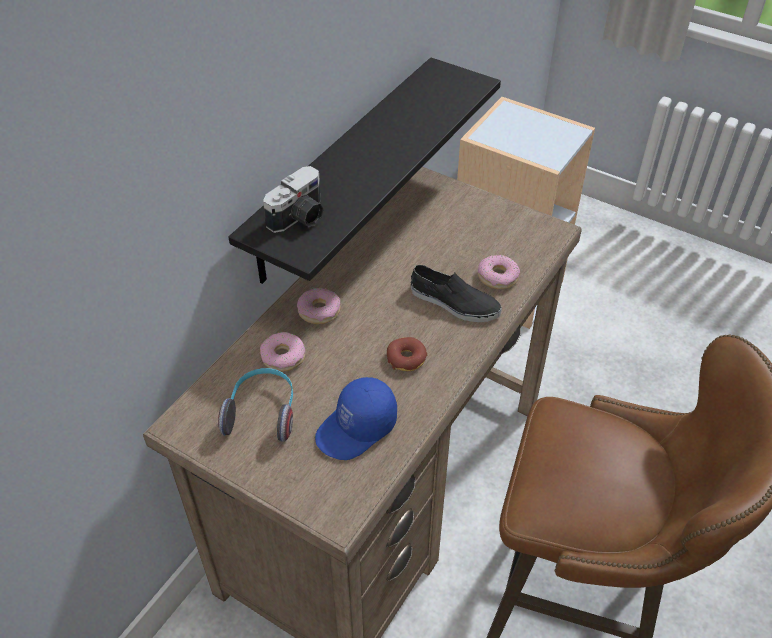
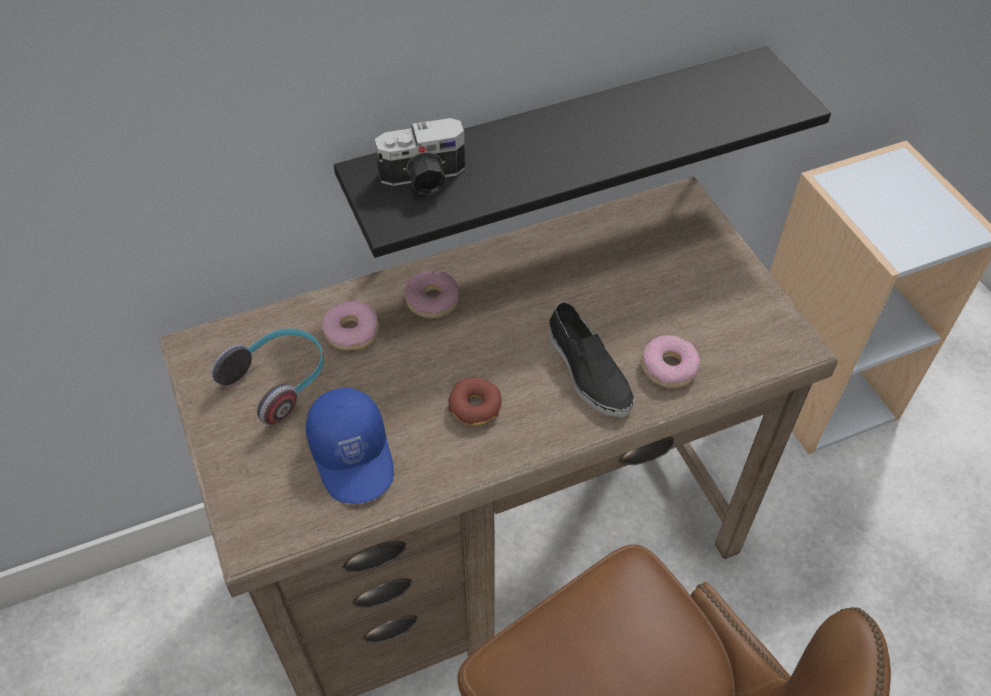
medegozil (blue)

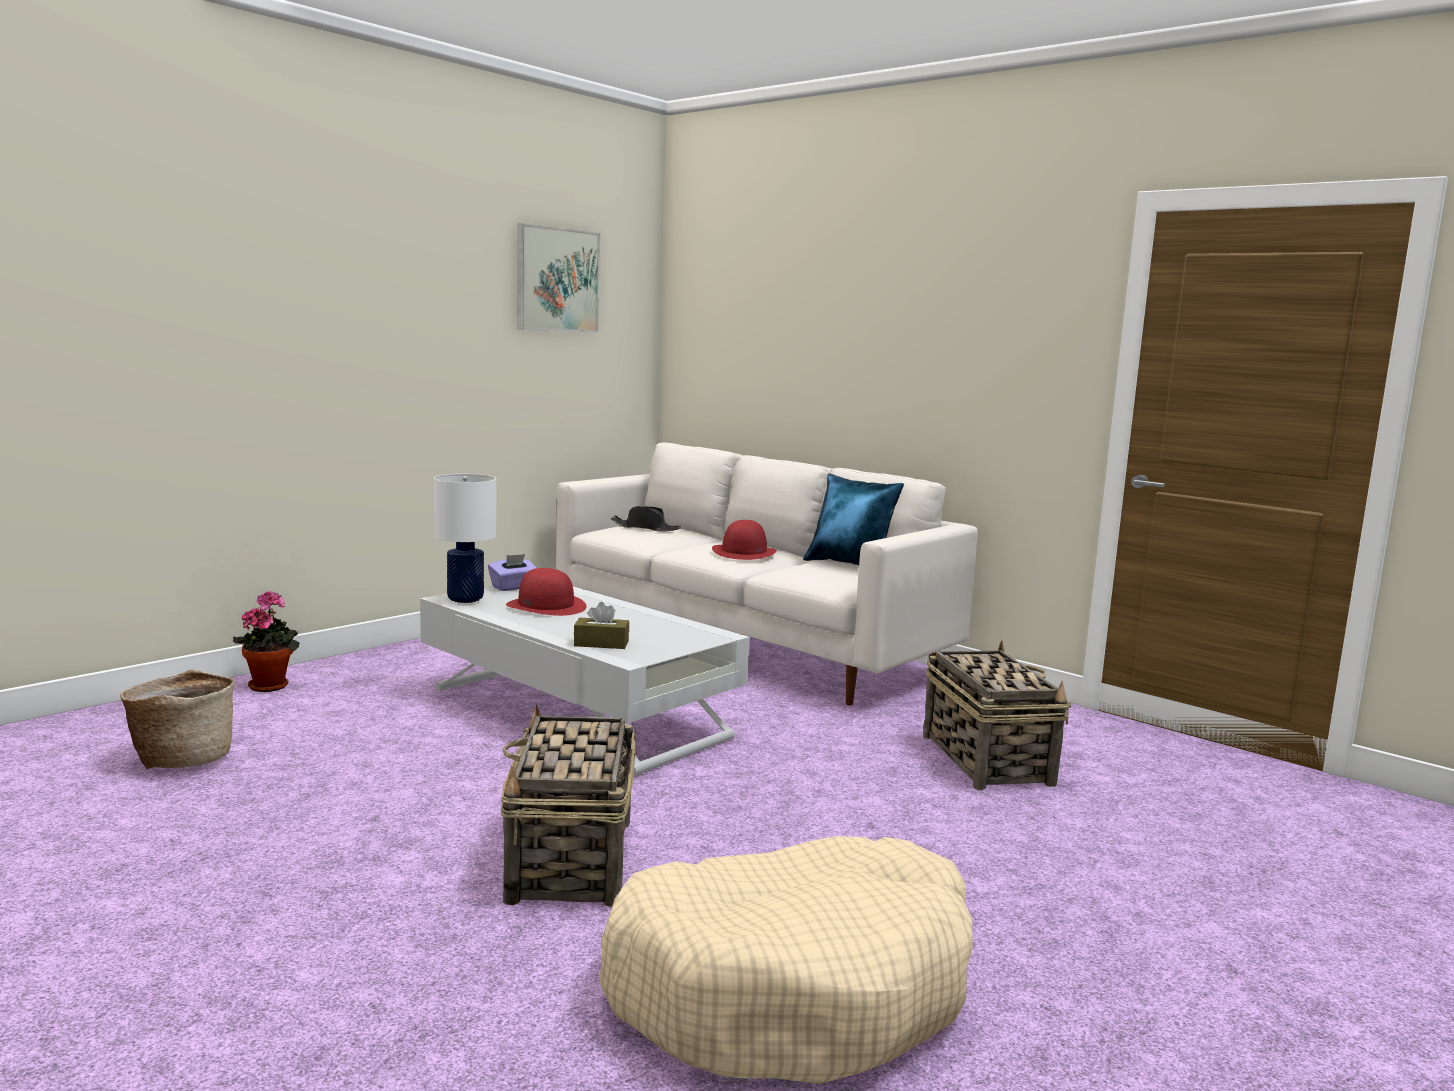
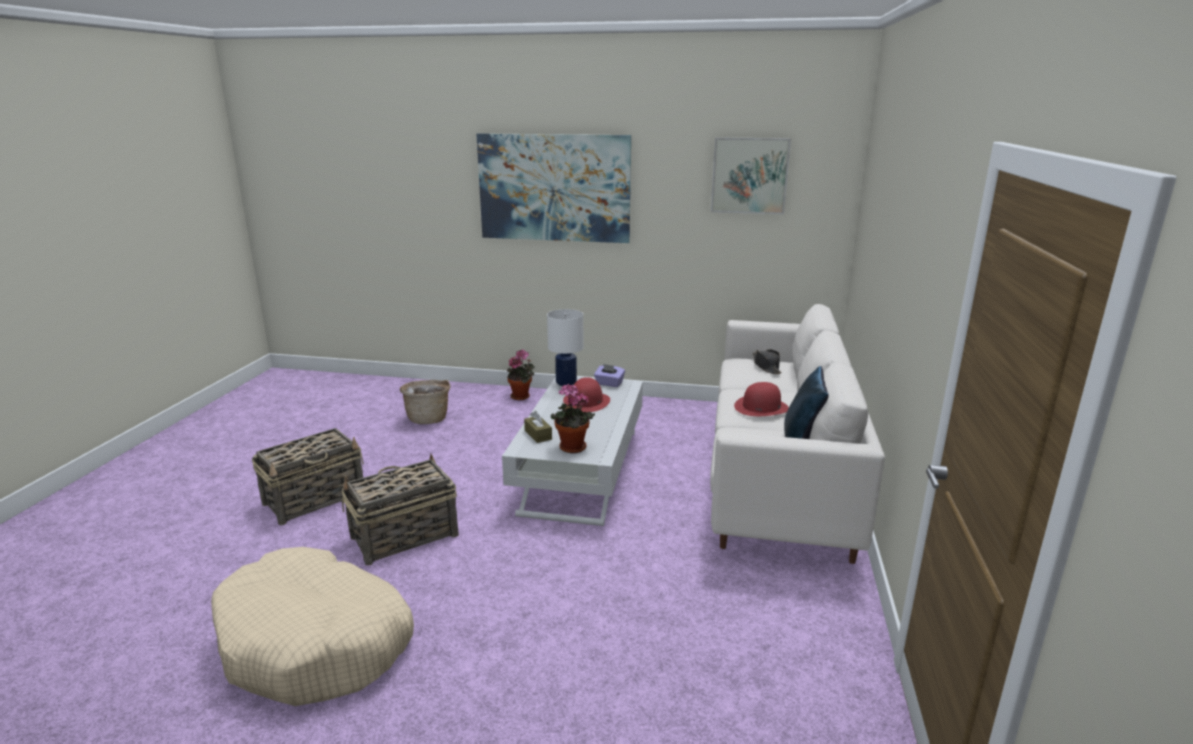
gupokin (1st from left)
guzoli (1st from left)
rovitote (2nd from left)

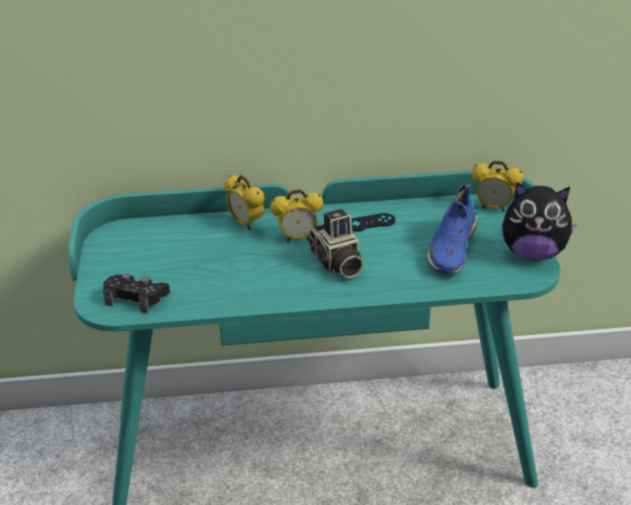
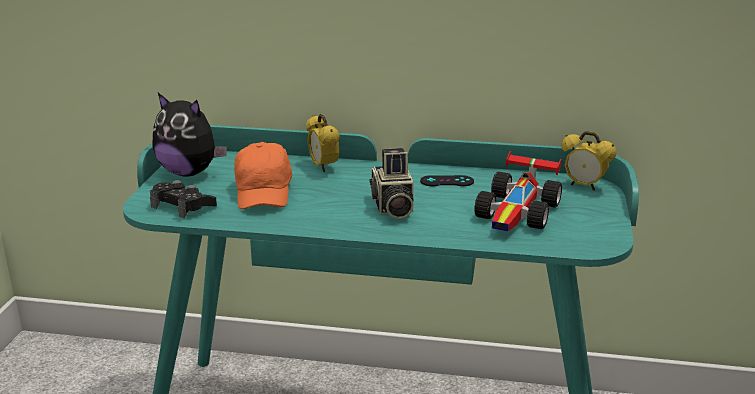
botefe
medegozil (orange)
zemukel
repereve (2nd from left in the first image)

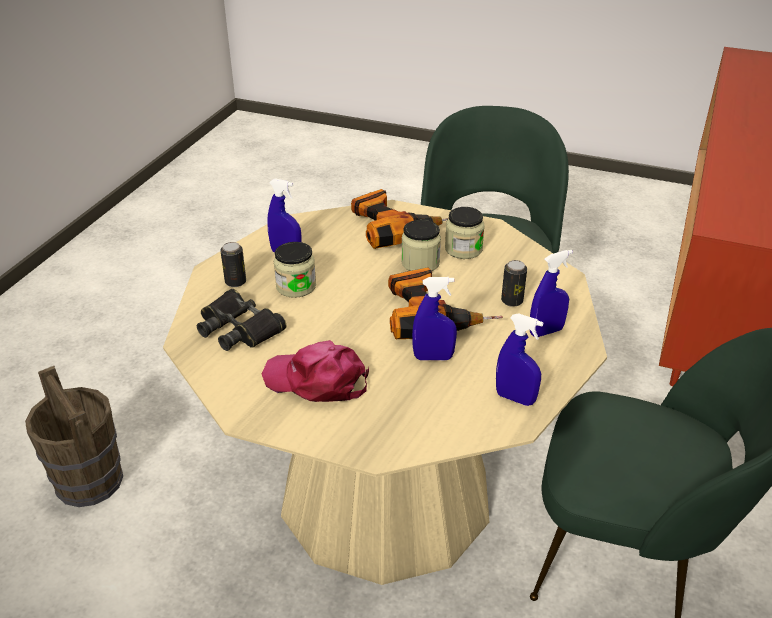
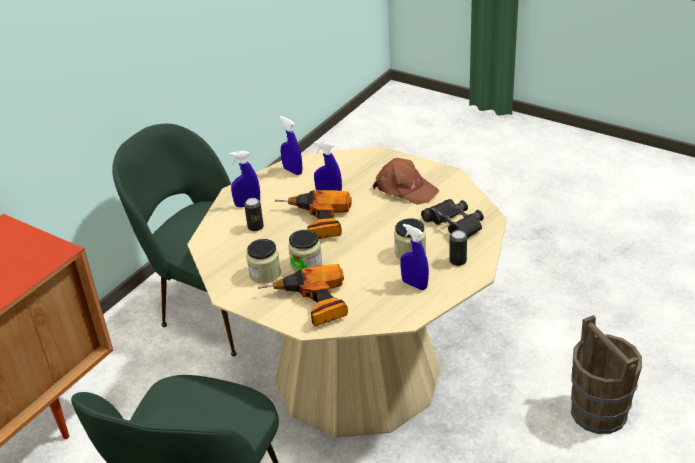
medegozil (brown)

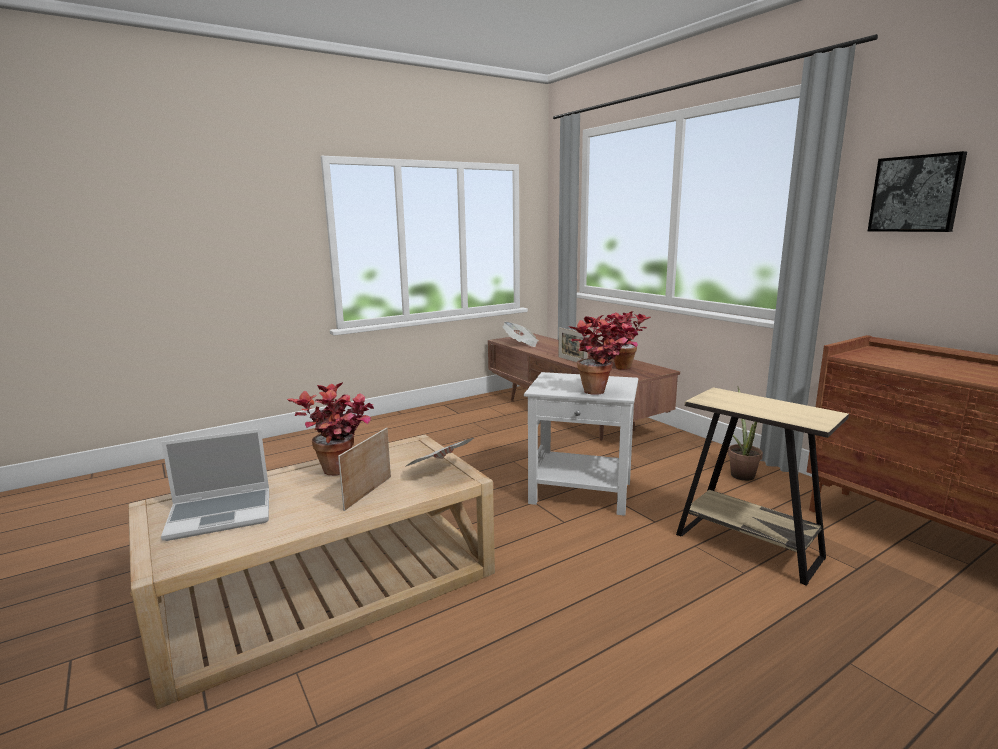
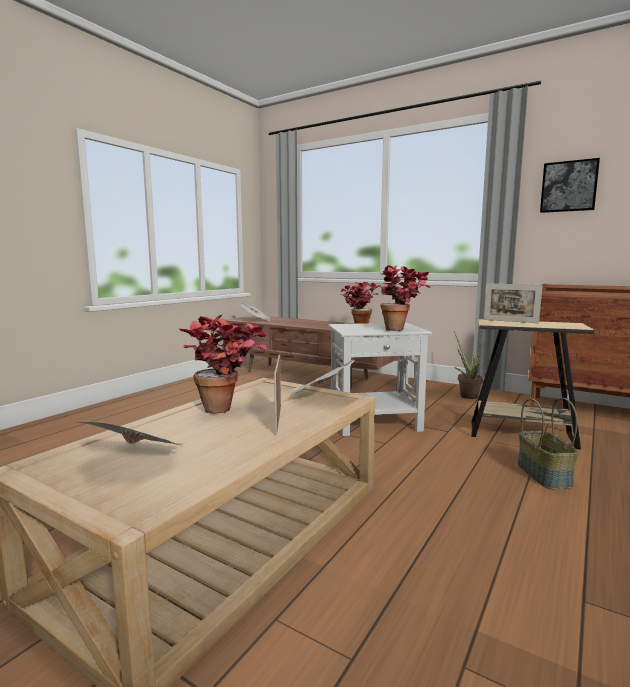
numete (1st from left)
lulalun (2nd from left)
gupokin

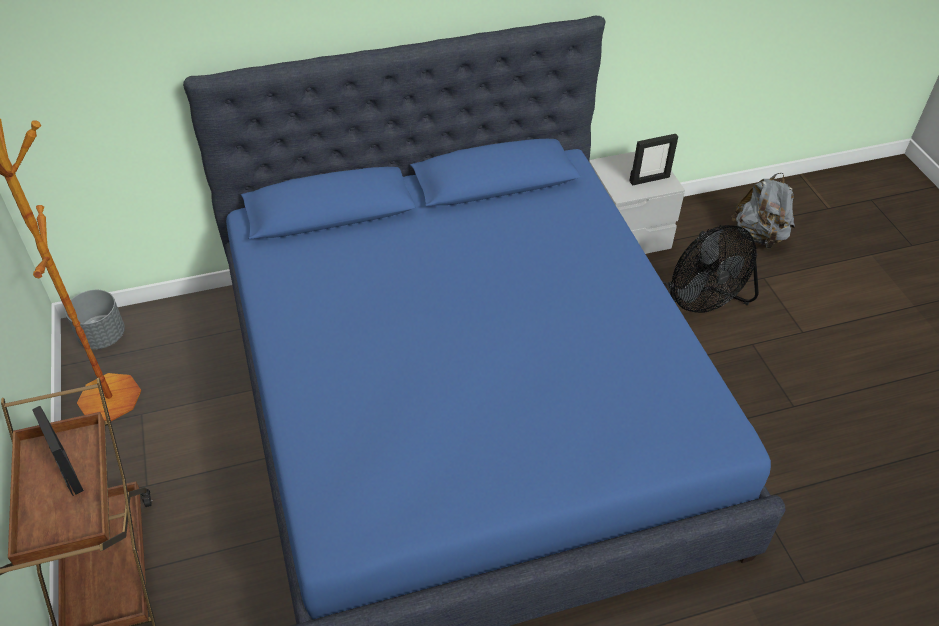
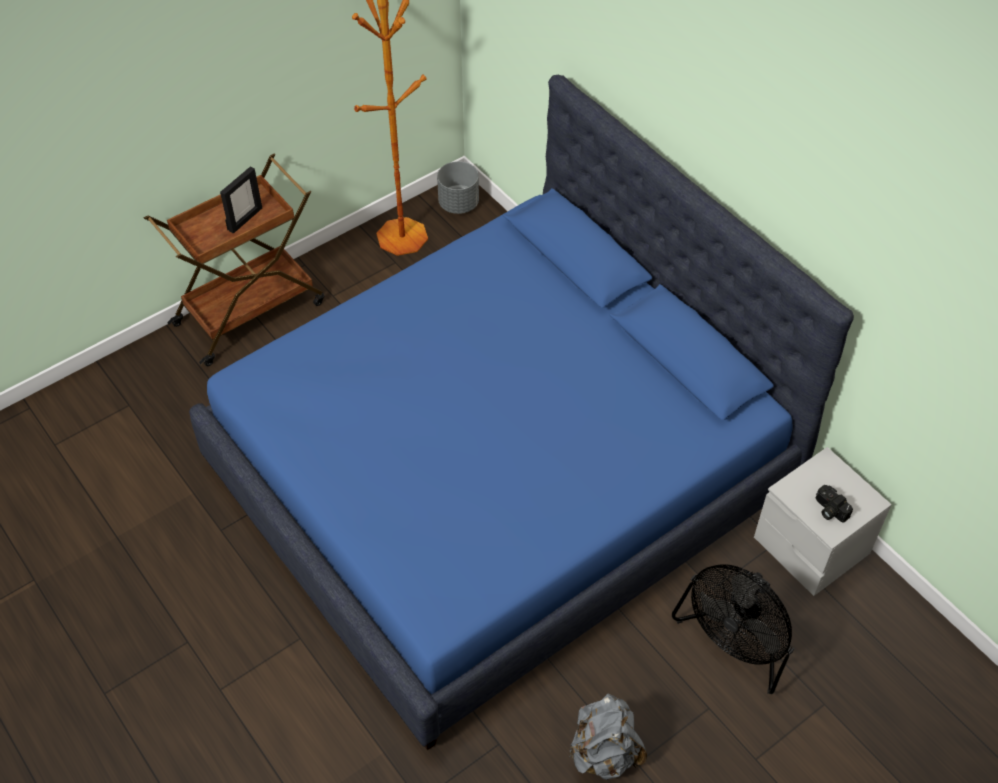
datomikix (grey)
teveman

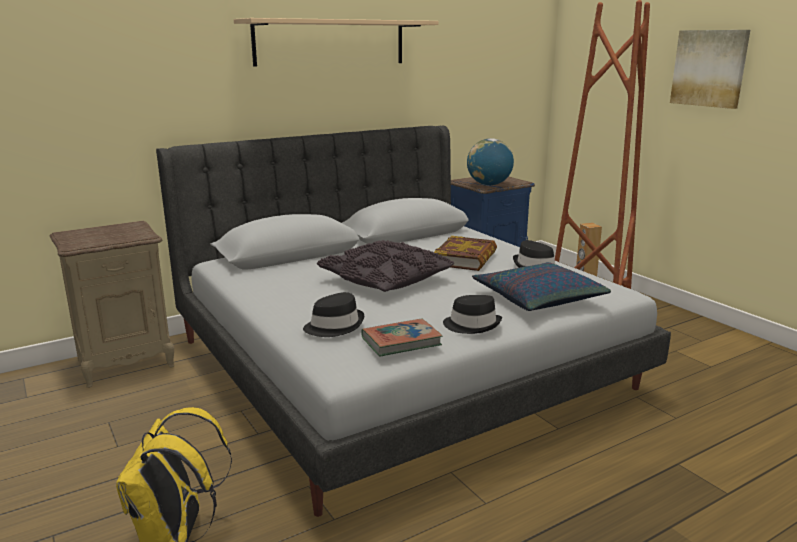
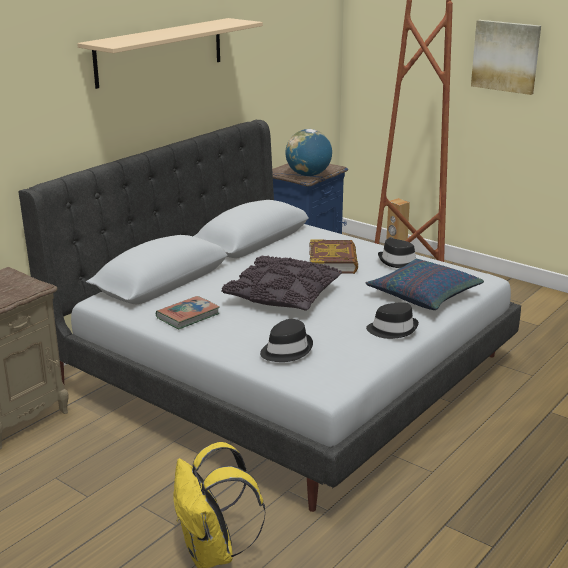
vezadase (1st from left)

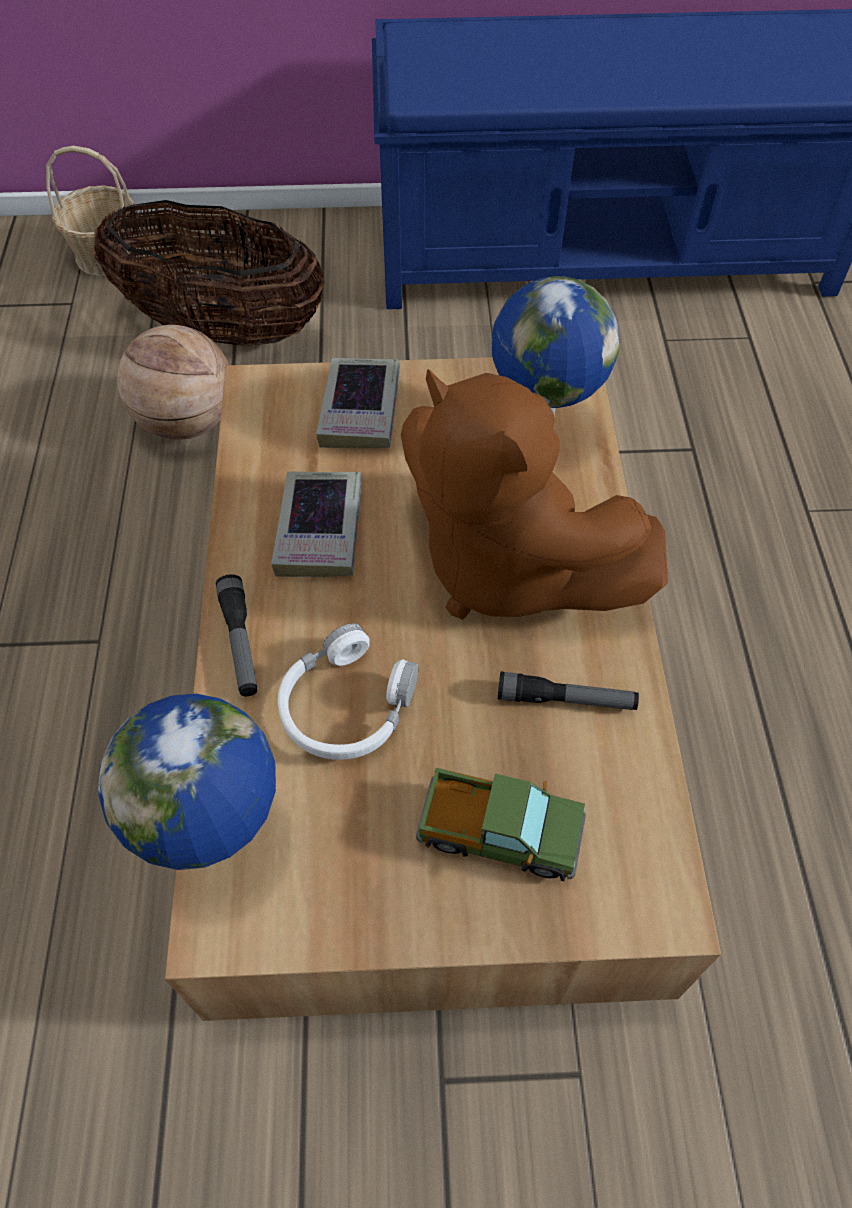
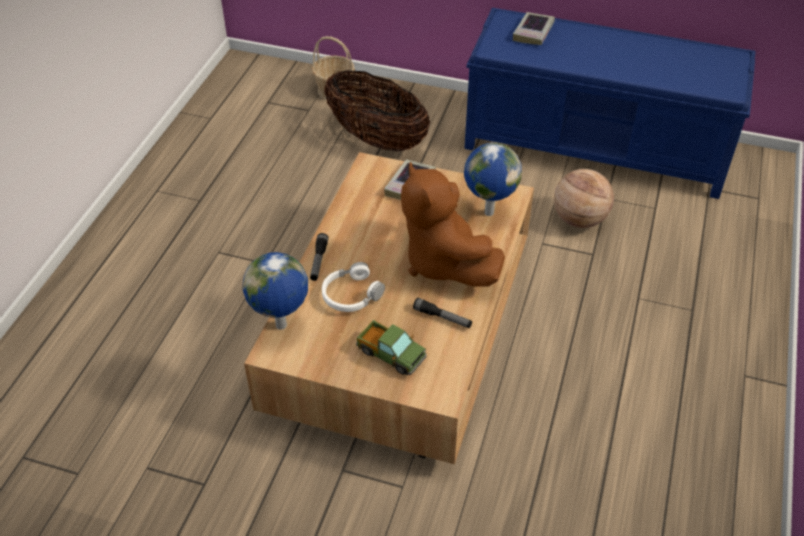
vezadase (2nd from left)
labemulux

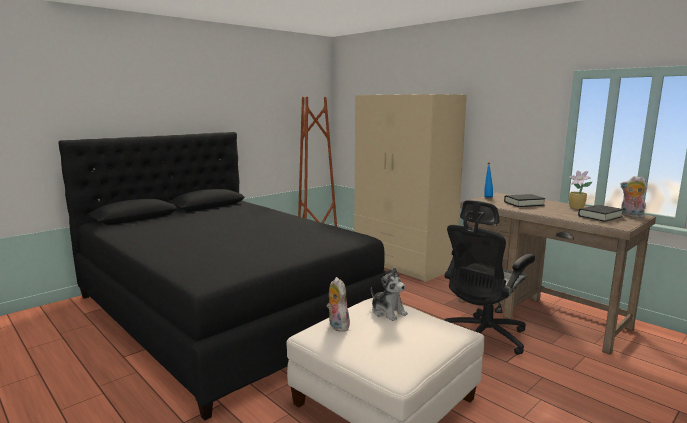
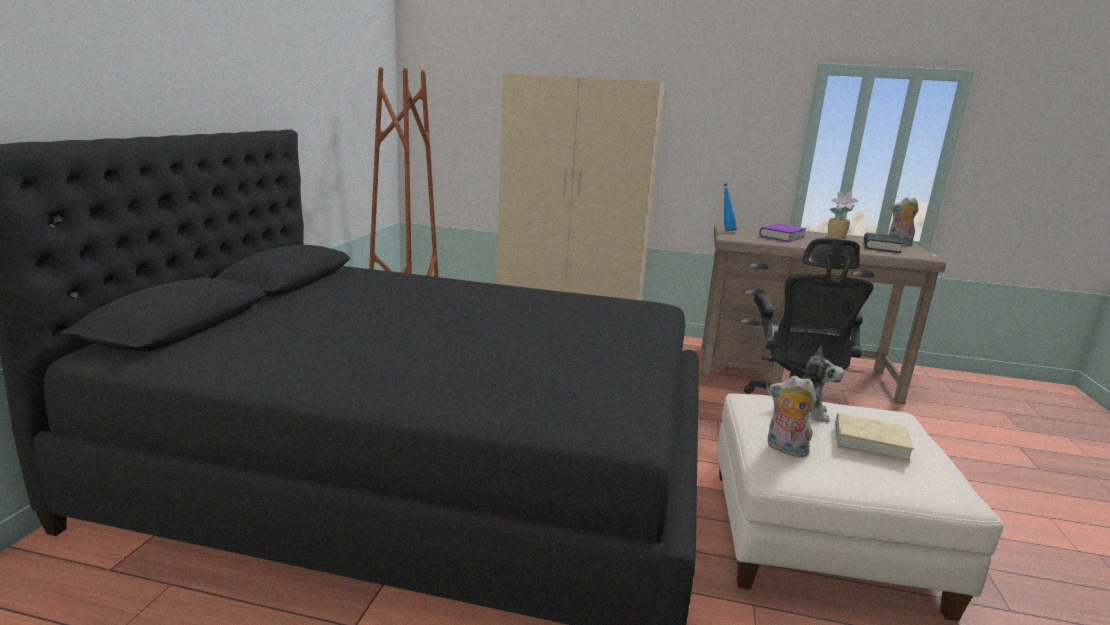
vezadase (purple)
vezadase (beige)

